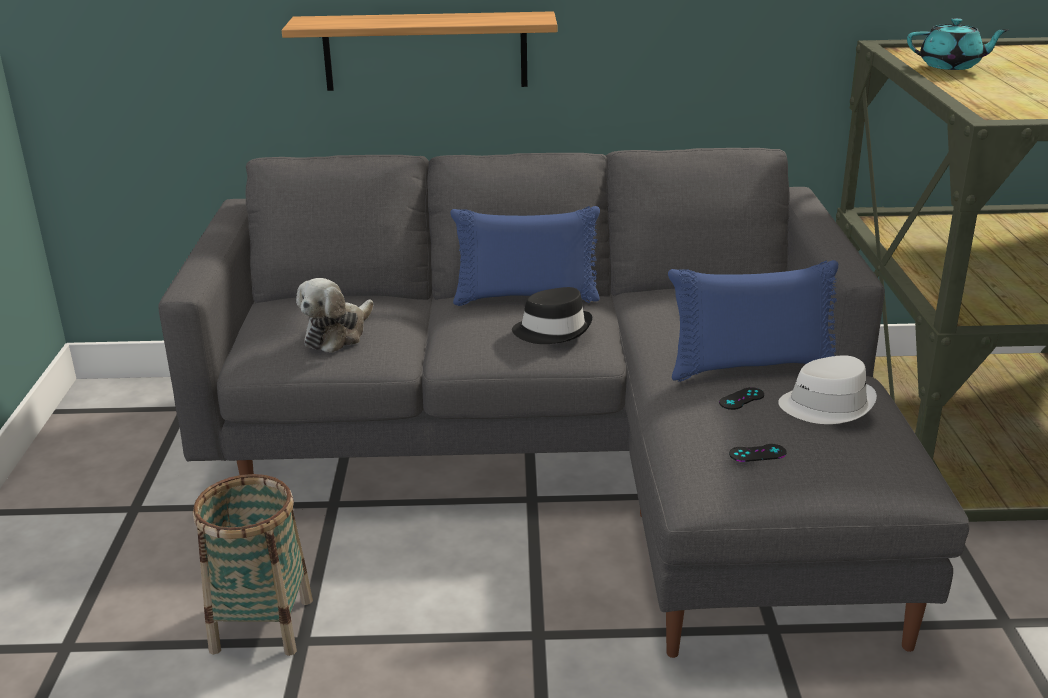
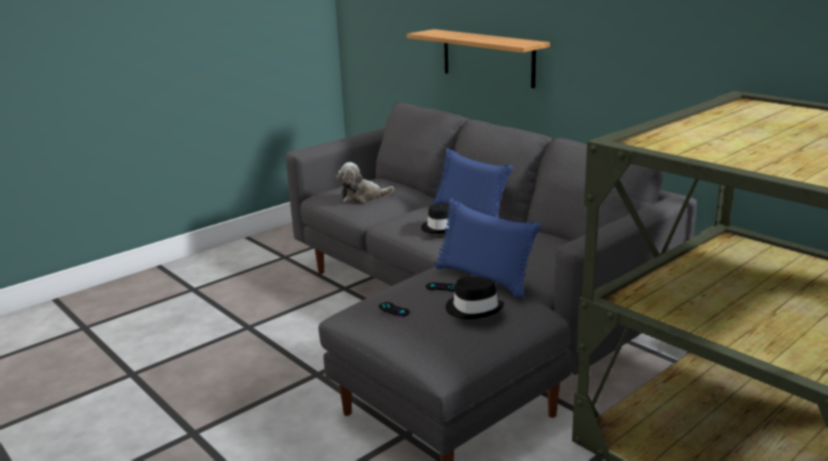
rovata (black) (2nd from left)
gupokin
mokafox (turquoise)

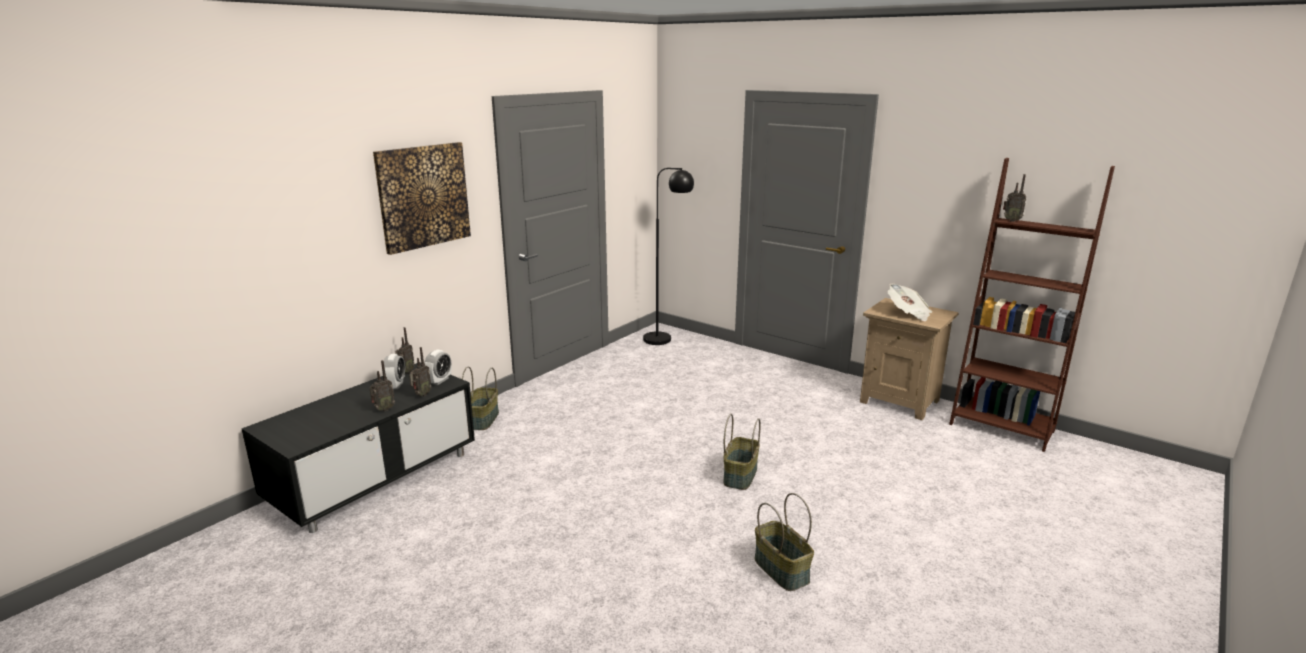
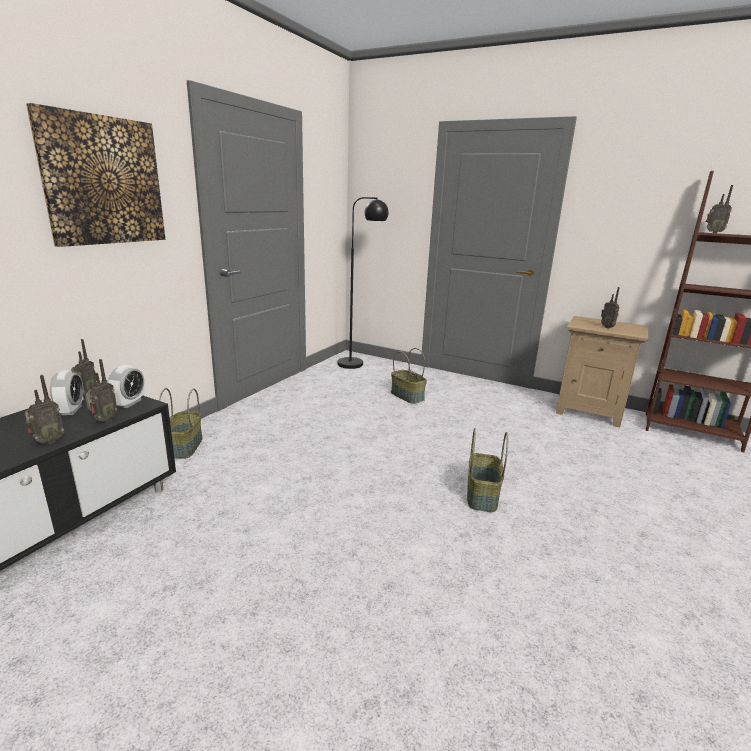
gupokin (2nd from left)
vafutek (4th from left)

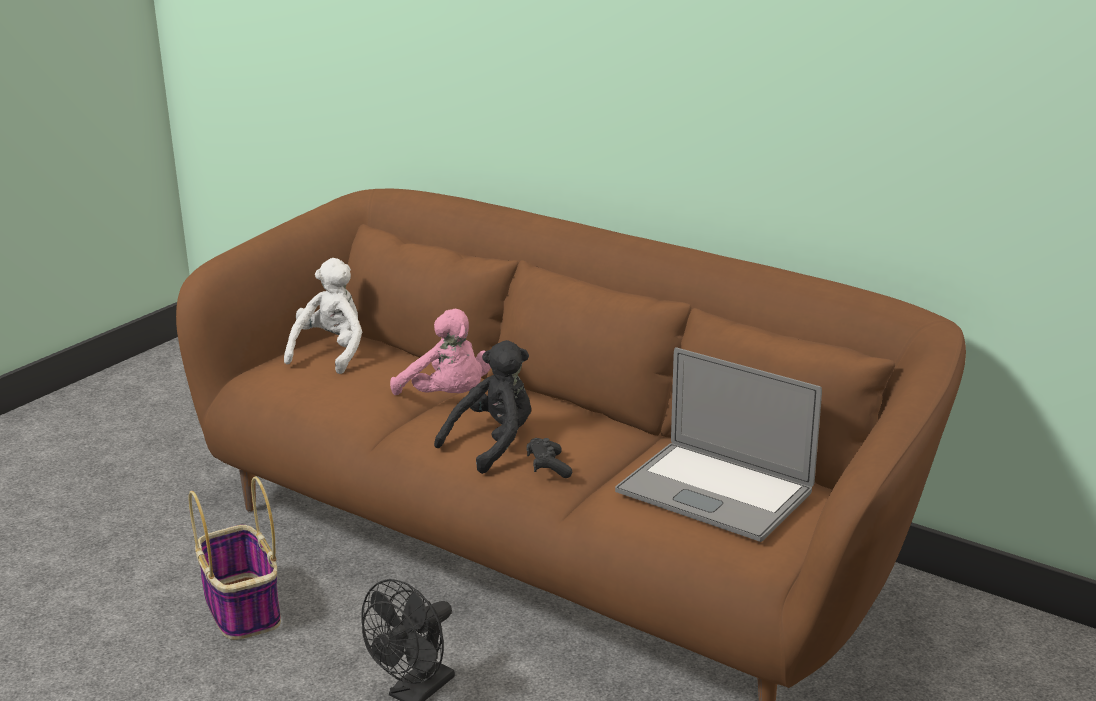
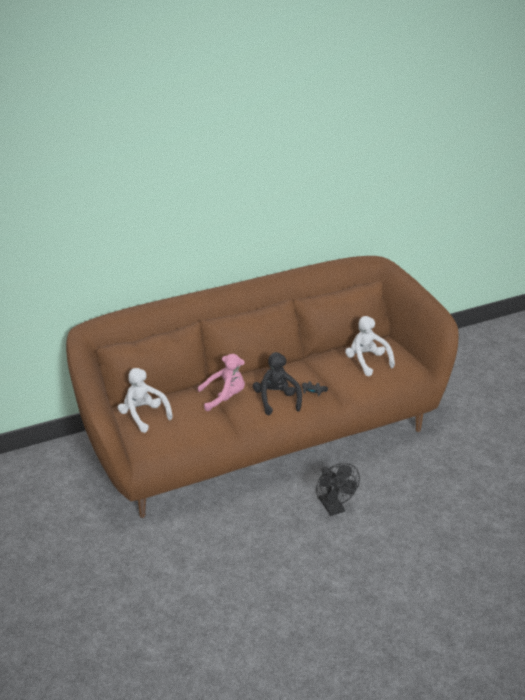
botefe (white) (2nd from left)
gupokin

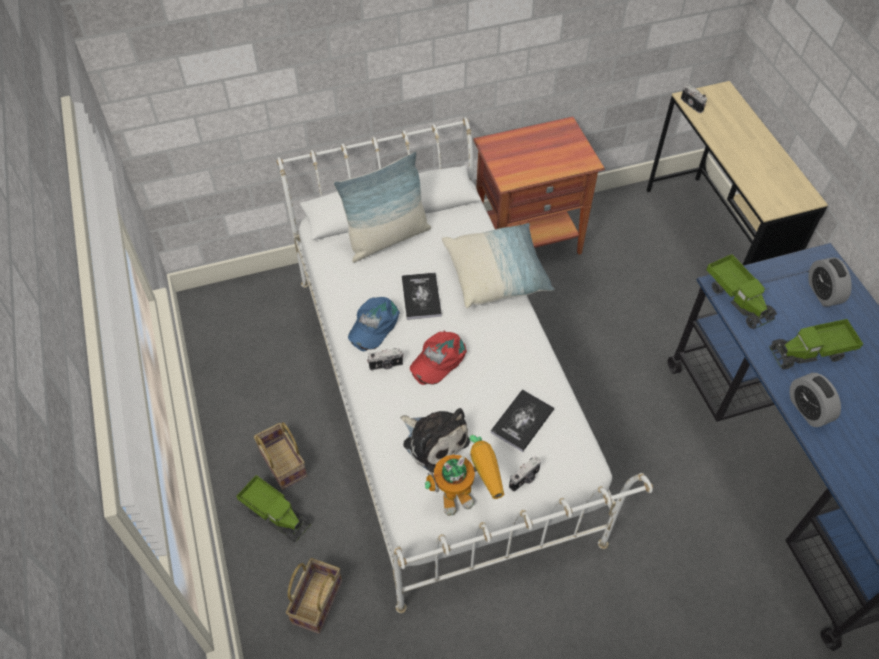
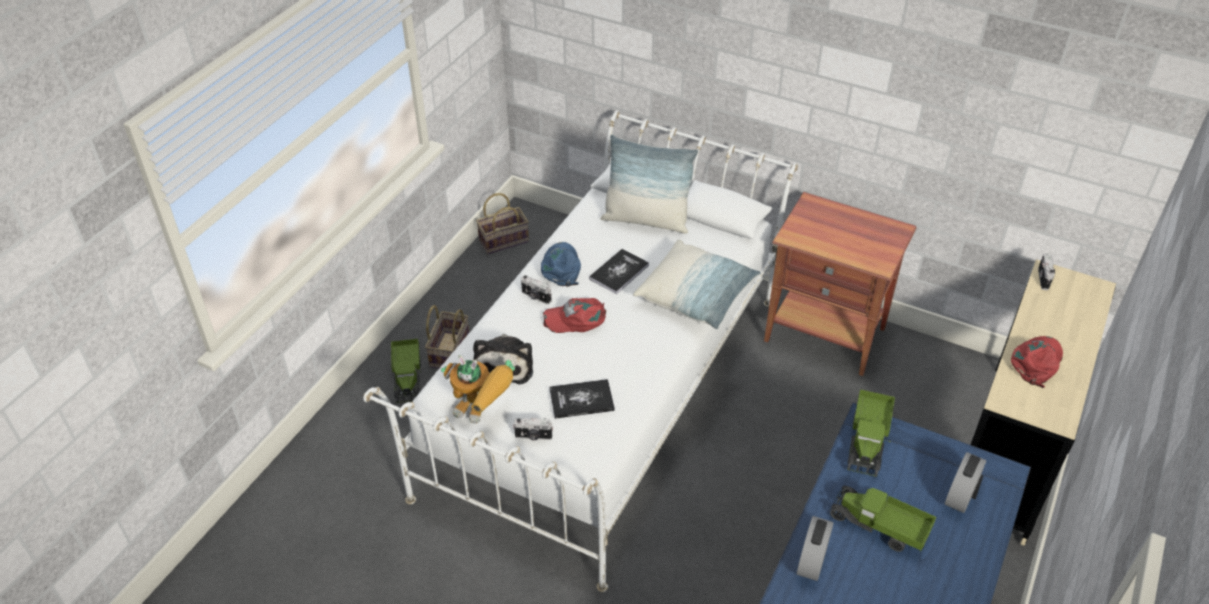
gupokin (2nd from left)
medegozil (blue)
medegozil (red) (2nd from left)

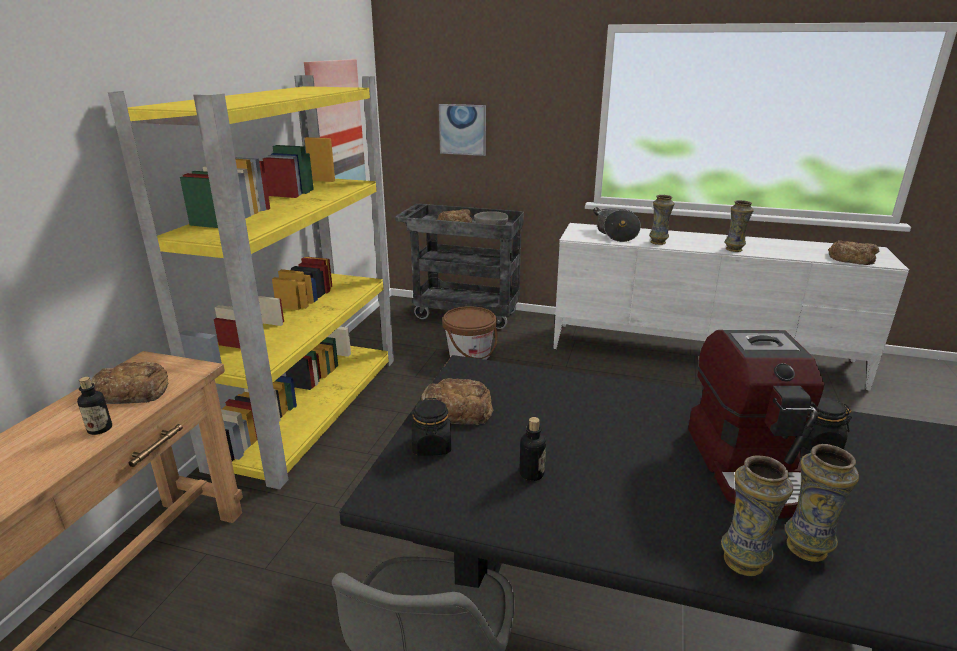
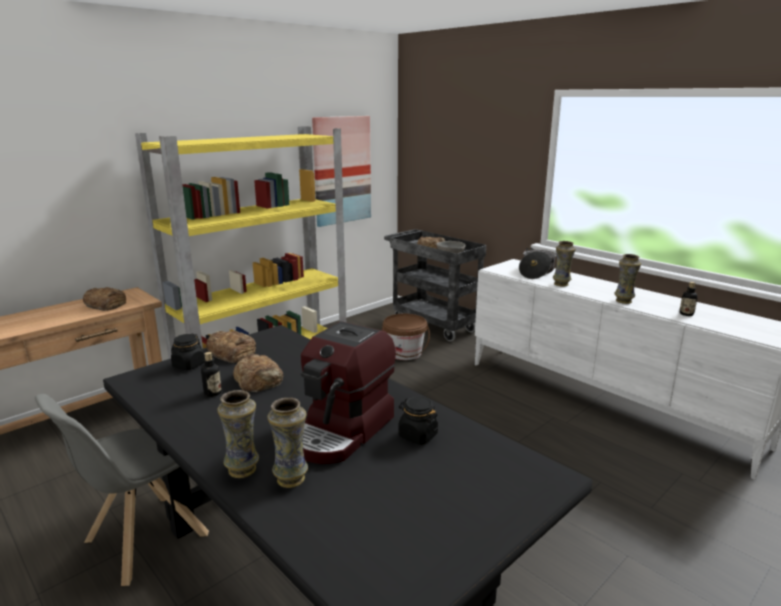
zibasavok (3rd from left)
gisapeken (2nd from left)
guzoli (2nd from left in the first image)

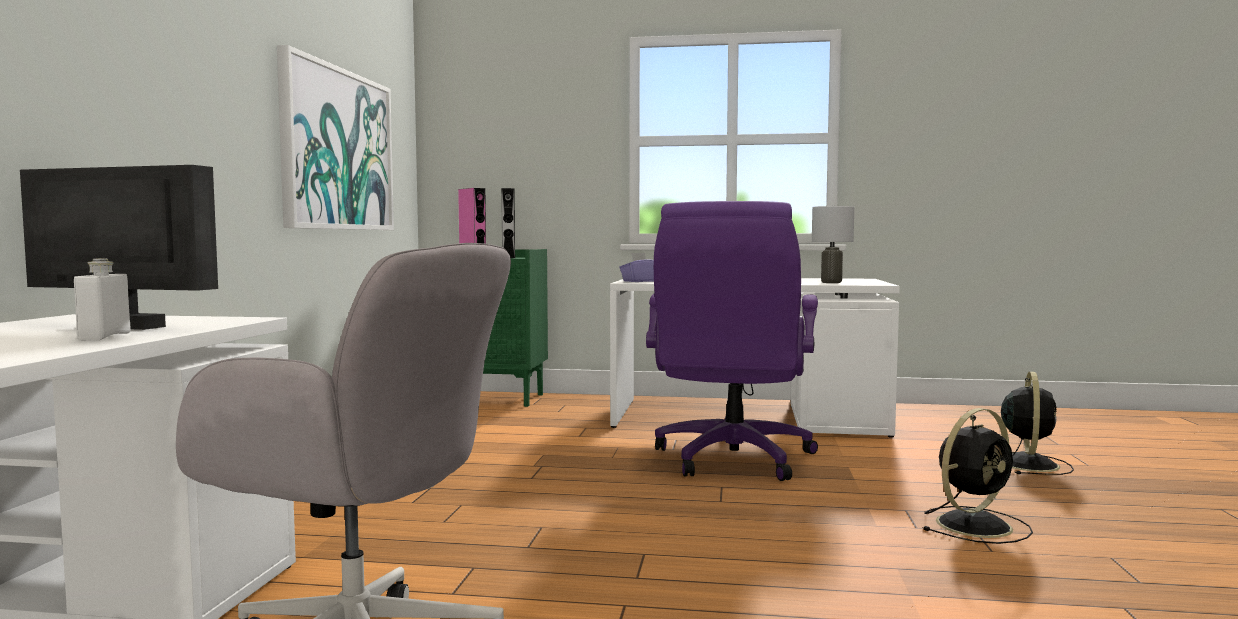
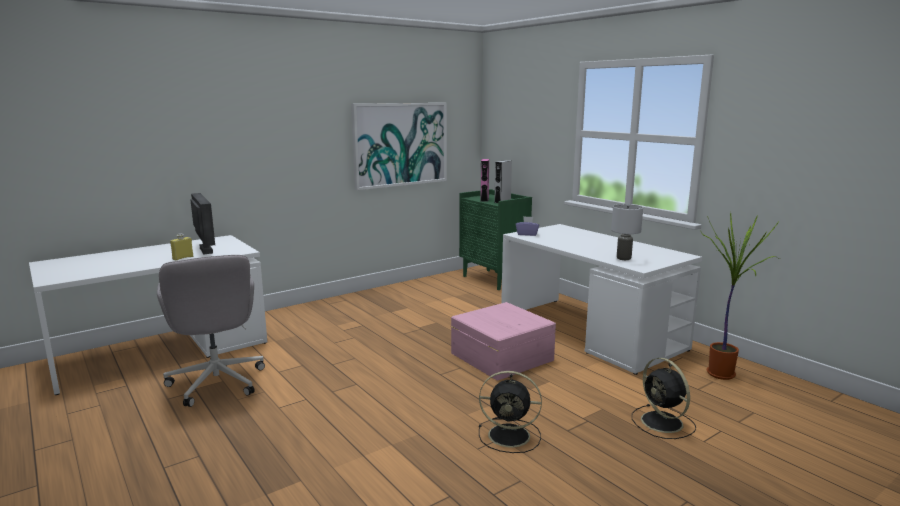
gisapeken (yellow)
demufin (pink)
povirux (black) (2nd from left)
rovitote

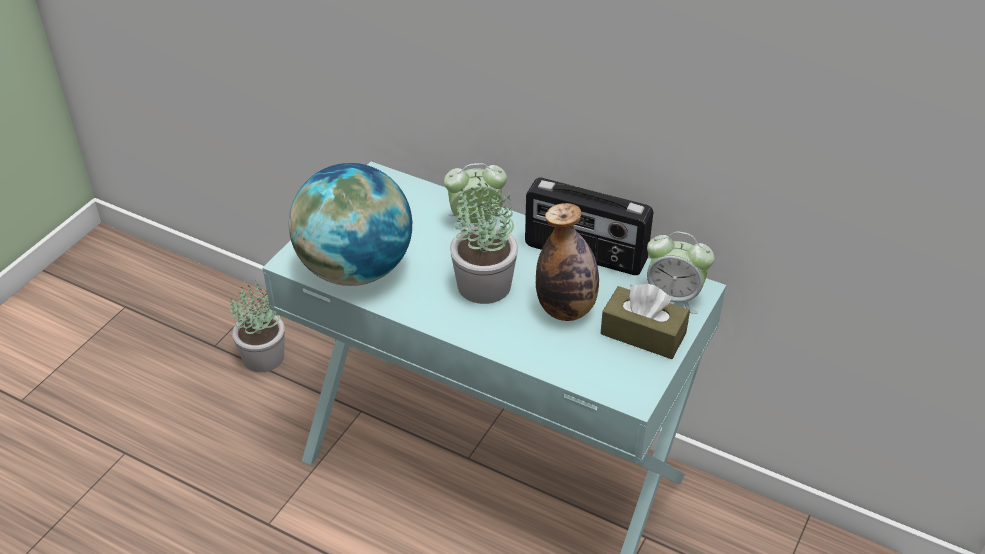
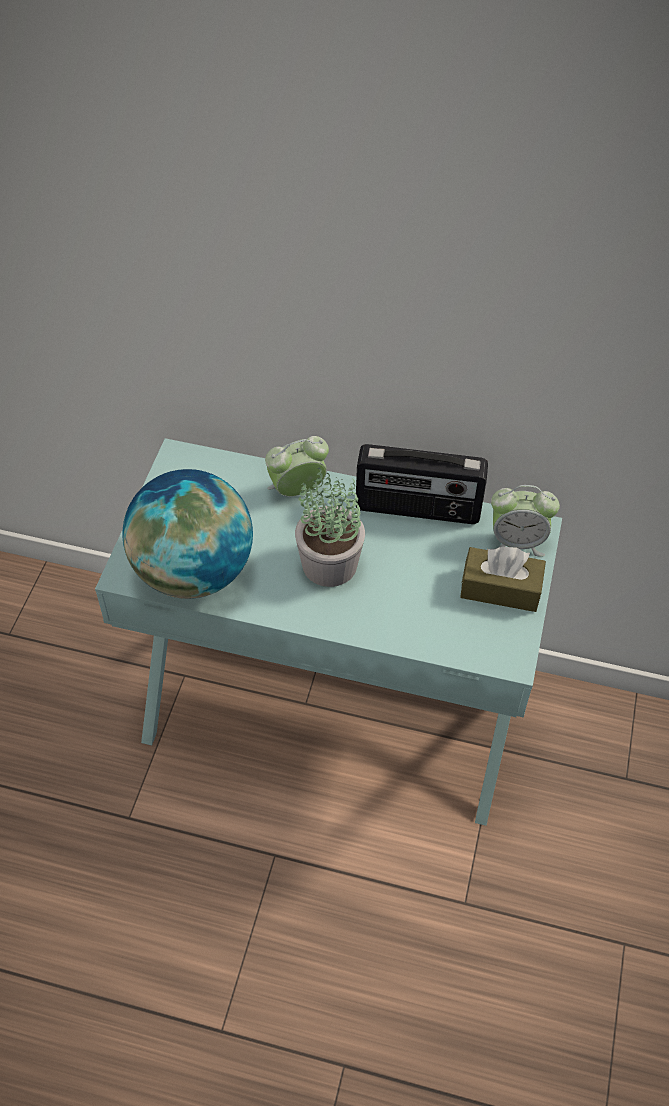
rovitote (1st from left in the first image)
gisapeken

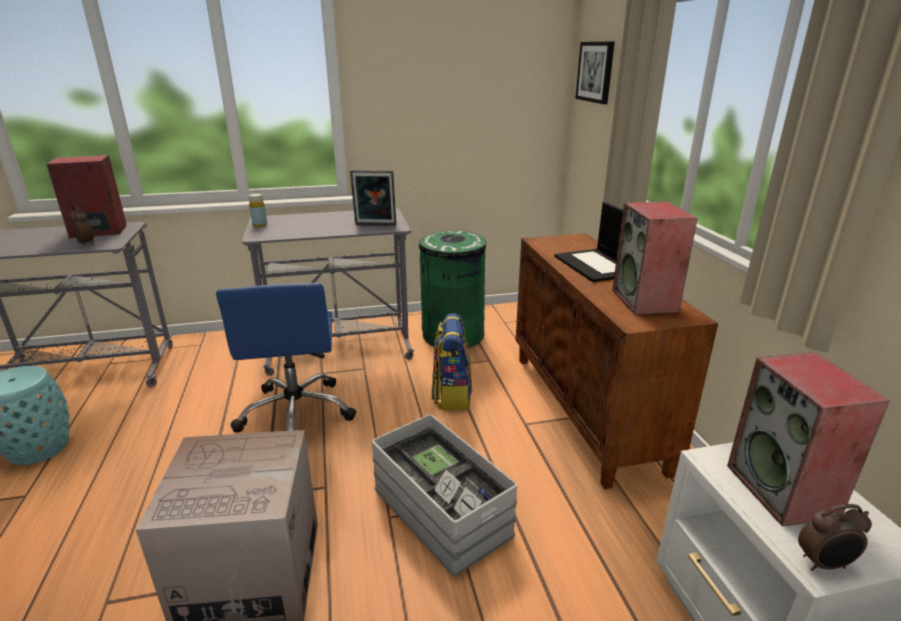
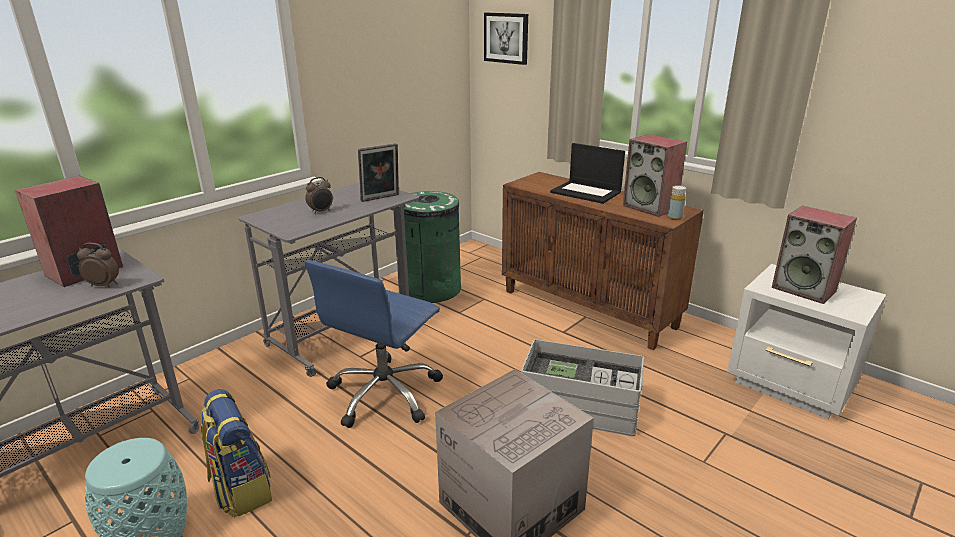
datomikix
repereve (2nd from left)
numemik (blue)
gisapeken (yellow)

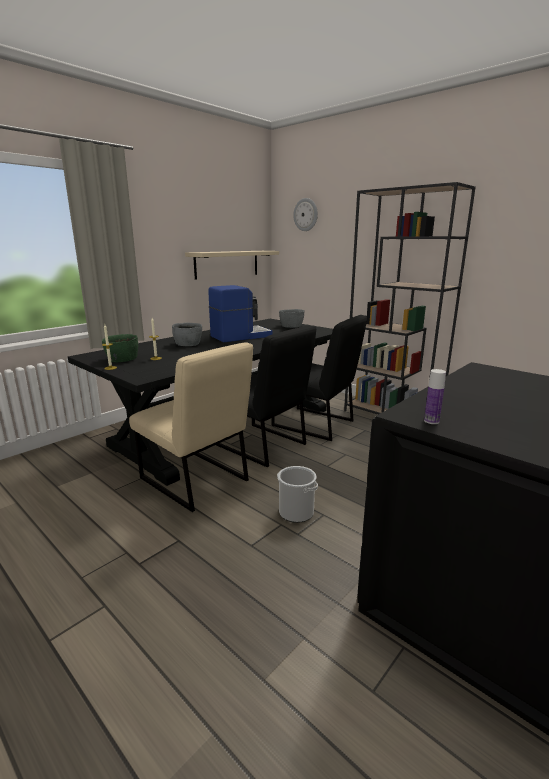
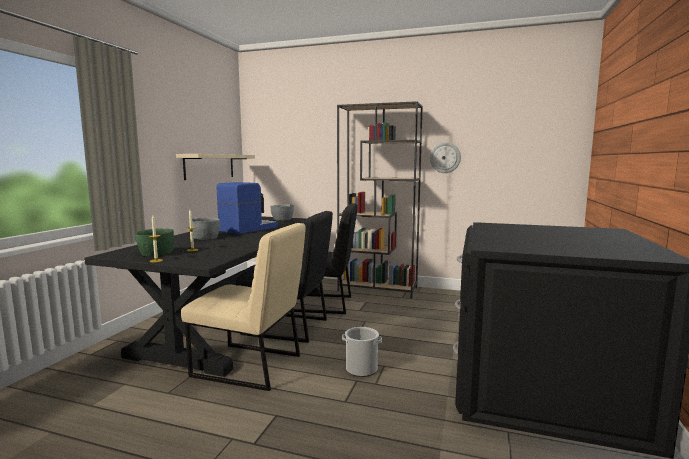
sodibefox
gisapeken

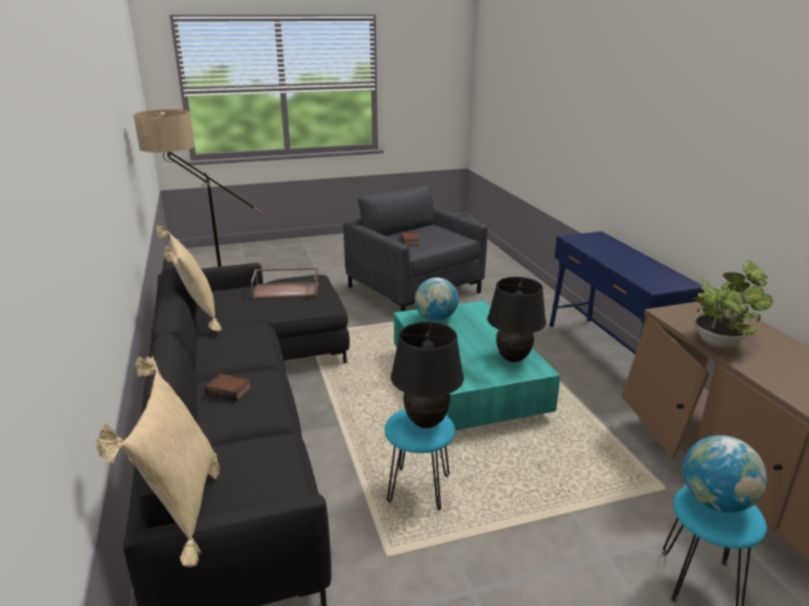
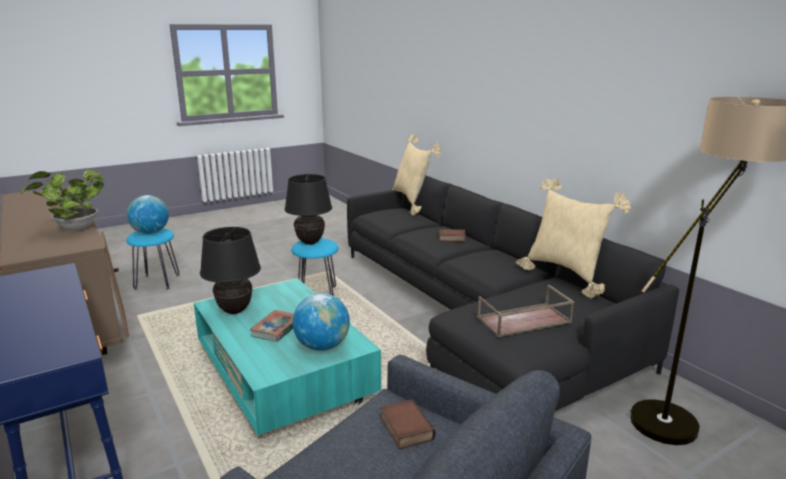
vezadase (1st from left)

